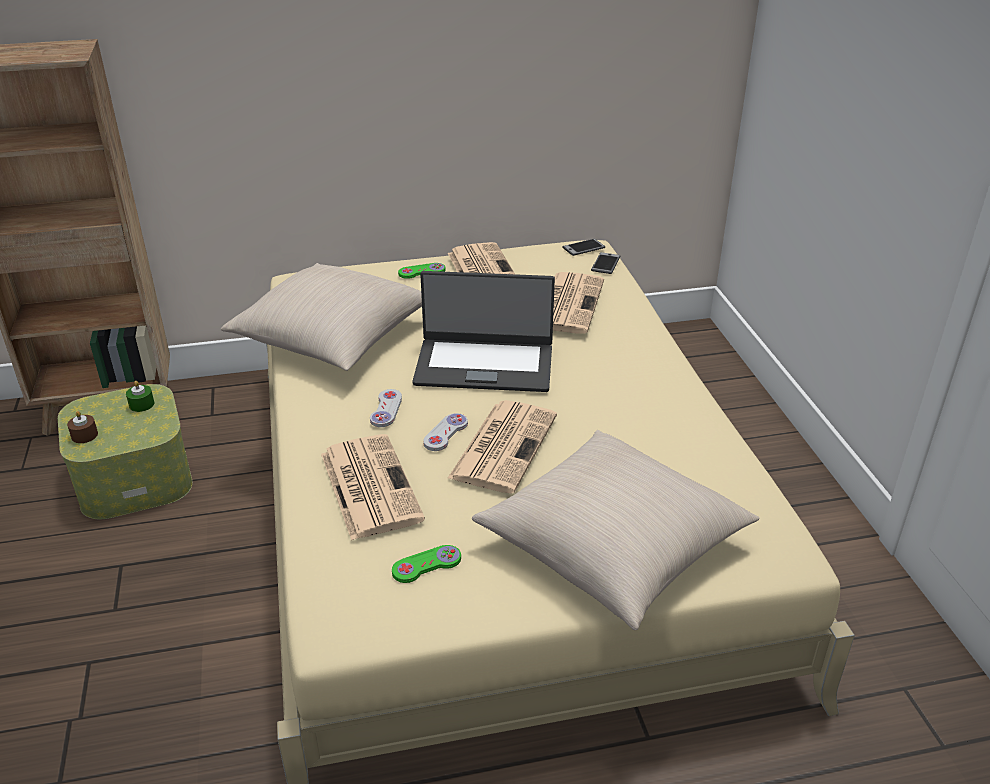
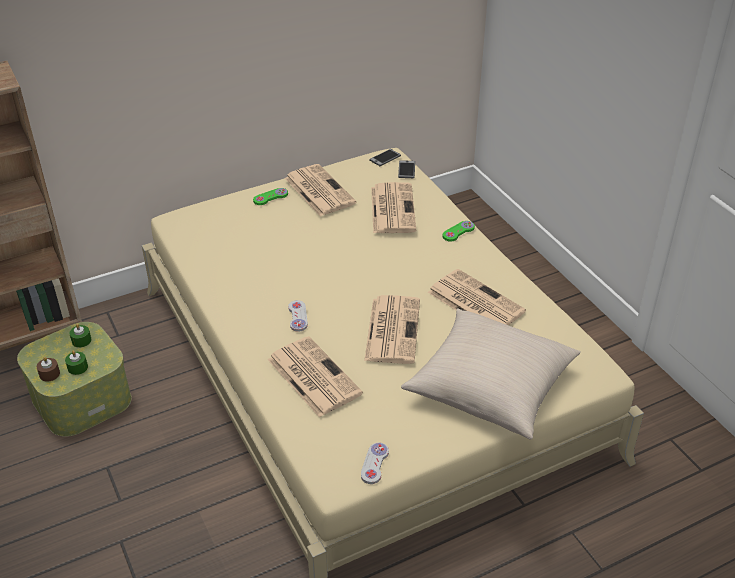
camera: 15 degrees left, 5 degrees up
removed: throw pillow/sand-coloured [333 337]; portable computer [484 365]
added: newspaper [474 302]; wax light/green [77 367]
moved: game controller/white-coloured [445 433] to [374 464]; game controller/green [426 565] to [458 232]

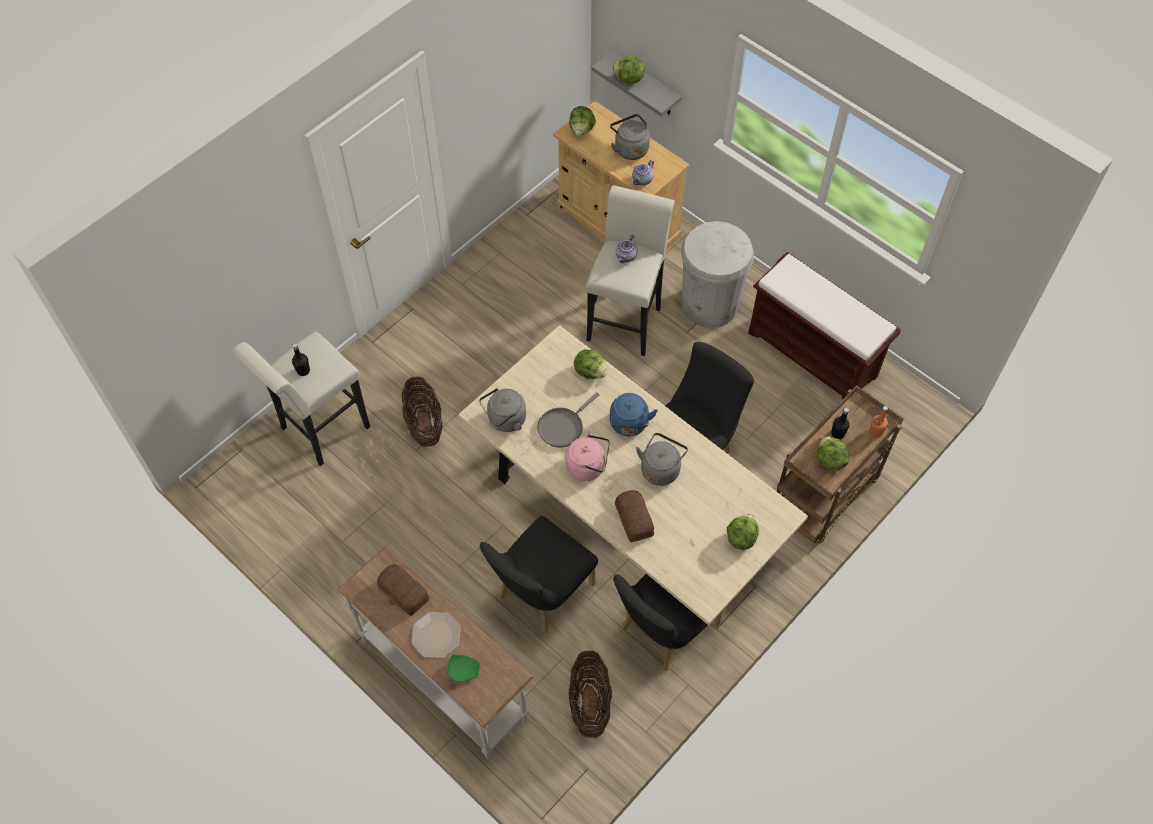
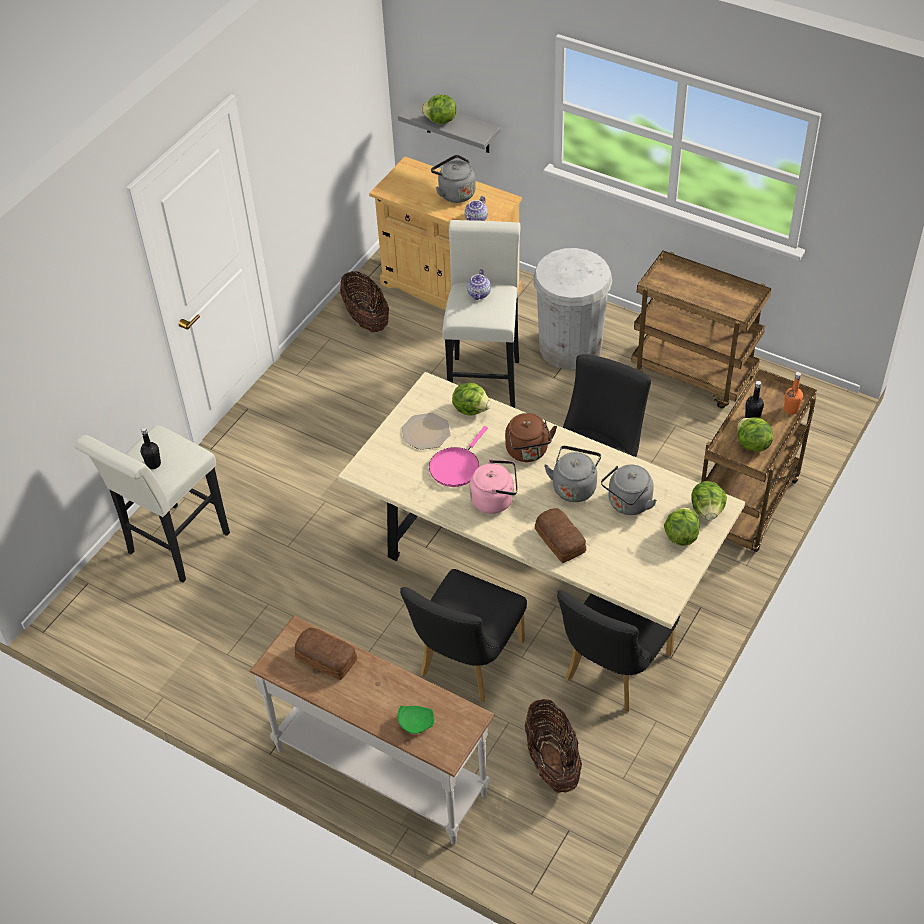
camera: 10 degrees left, 10 degrees down
moved: lettuce [582 129] to [707 510]; basket [424 424] to [366 319]; tea kettle/grey [505 420] to [628 504]; dinner plate [435 635] to [425 432]
replaced: bench/brown [813 355] to wheeled cart/brown [694 374]
recoloured: skillet/grey [562 427] to skillet/pink-coloured [456 467]; tea kettle/blue-coloured [629 425] to tea kettle/brown [528 452]

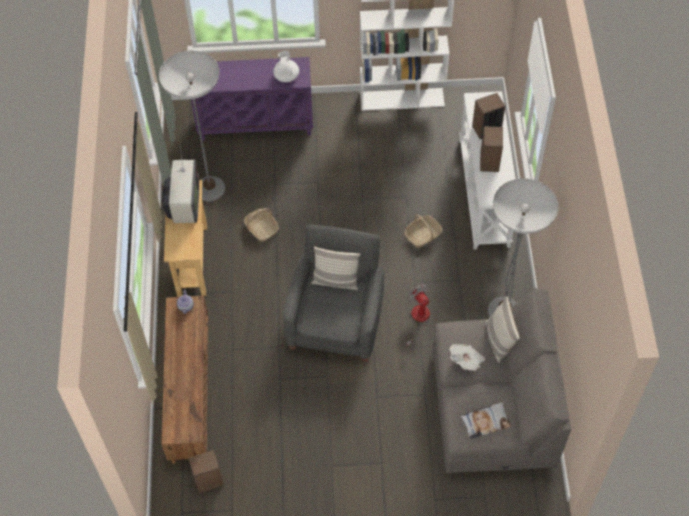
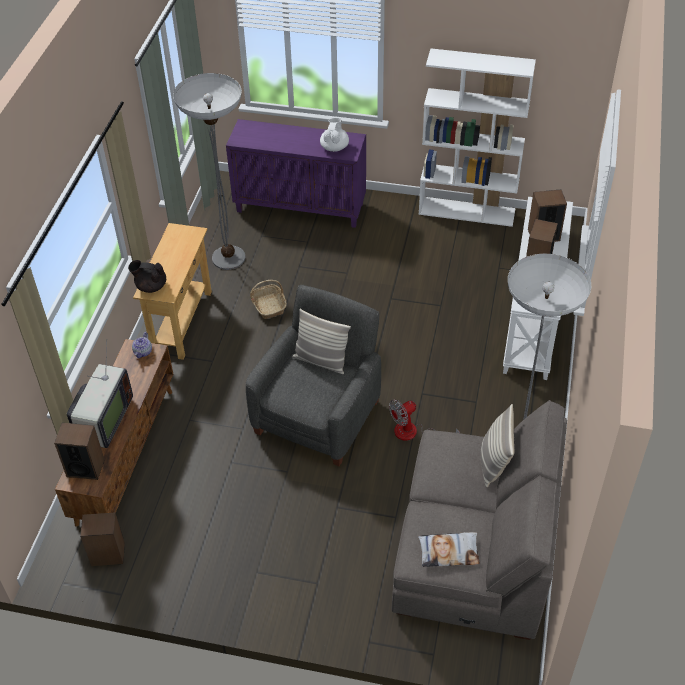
camera: 15 degrees right, 10 degrees down
removed: basket [423 235]; newspaper [466 361]
added: teapot/black-coloured [151 286]; loudspeaker [85 468]
moved: TV set [184 203] to [103 421]
turned: fan [418 319] = [414 434] 105 degrees counterclockwise

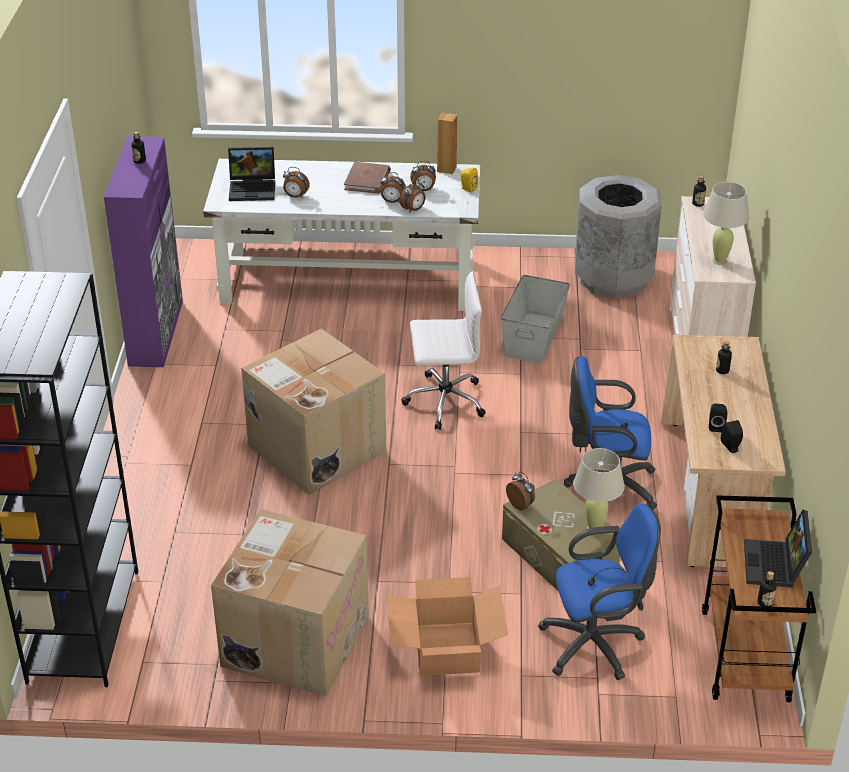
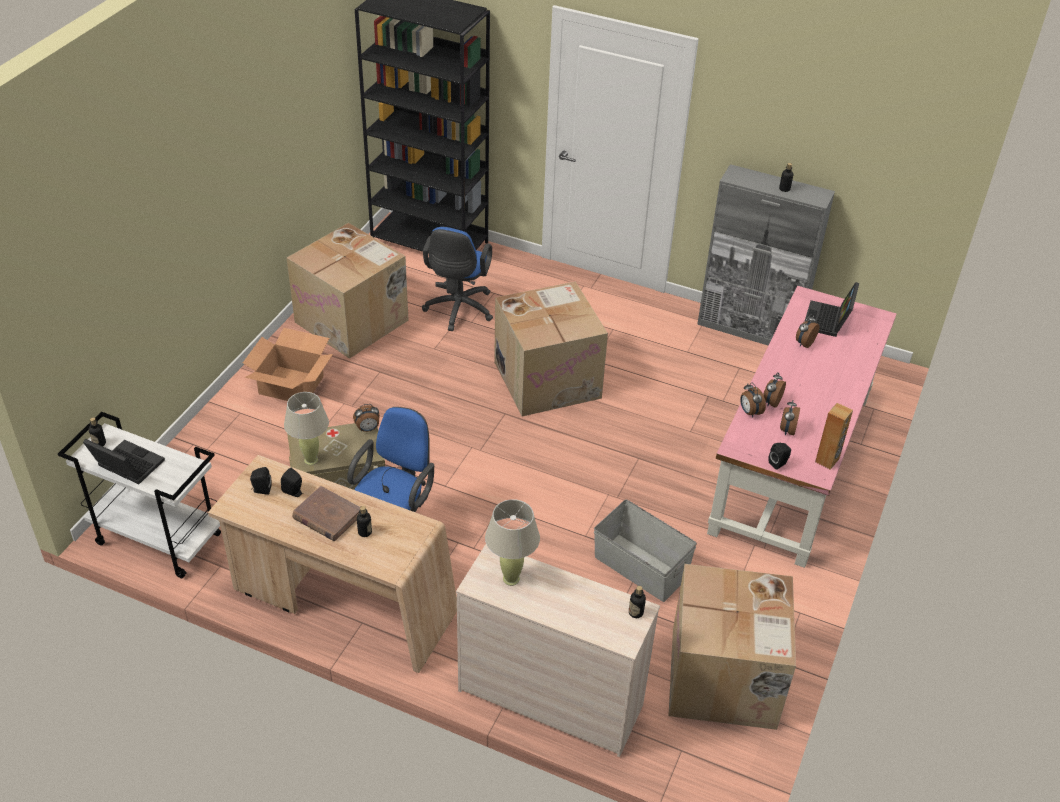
camera: 110 degrees right, 5 degrees up
removed: desk chair/white-coloured [443 401]
moved: book/brown [367 180] to [327 516]; desk chair/blue-coloured [597 644] to [458 311]
replaced: trash can/grey [613 278] to packing box [724 679]
recoloured: storage cabinet/purple [156 332] to storage cabinet/grey [749 329]; desk/white-coloured [349 281] to desk/pink-coloured [792 463]; loudspeaker/yellowish [467 188] to loudspeaker/black-coloured [779 463]; wheeled cart/brown [746 656] to wheeled cart/white-coloured [157 539]

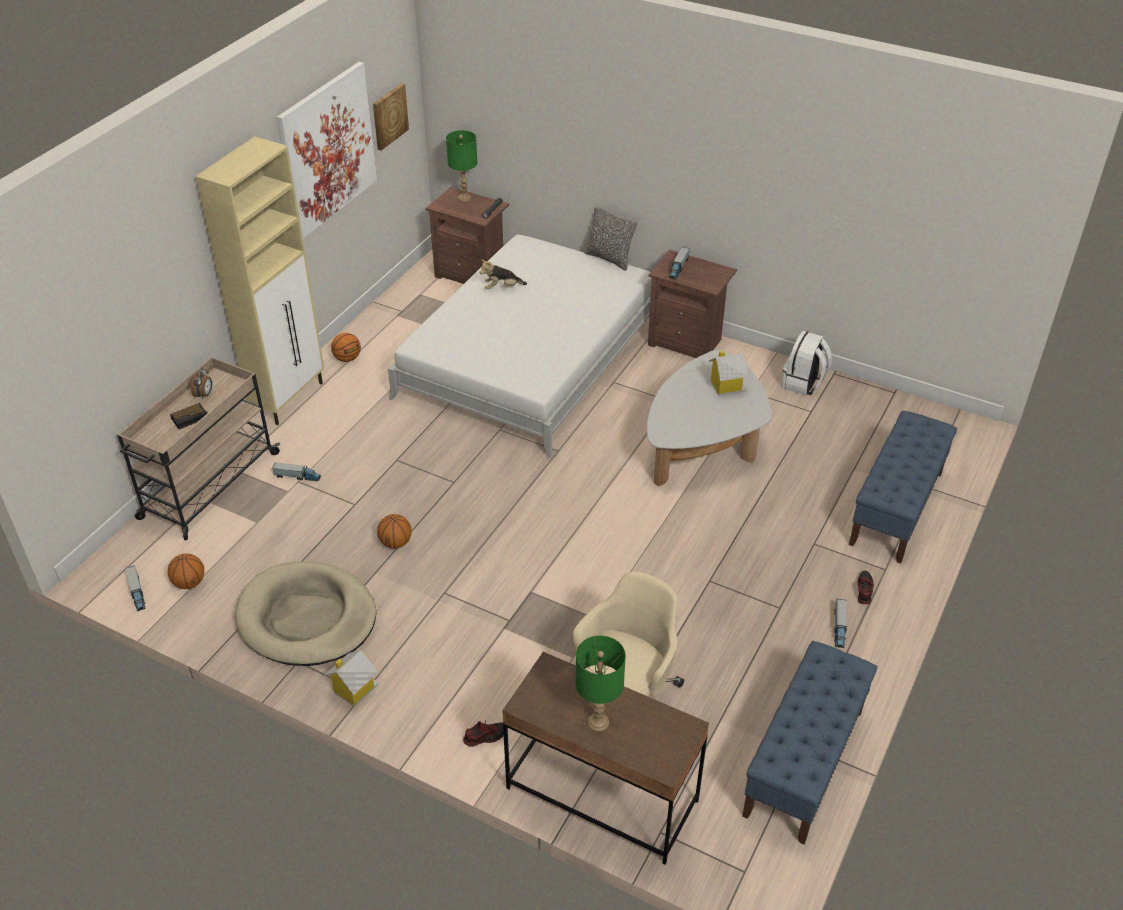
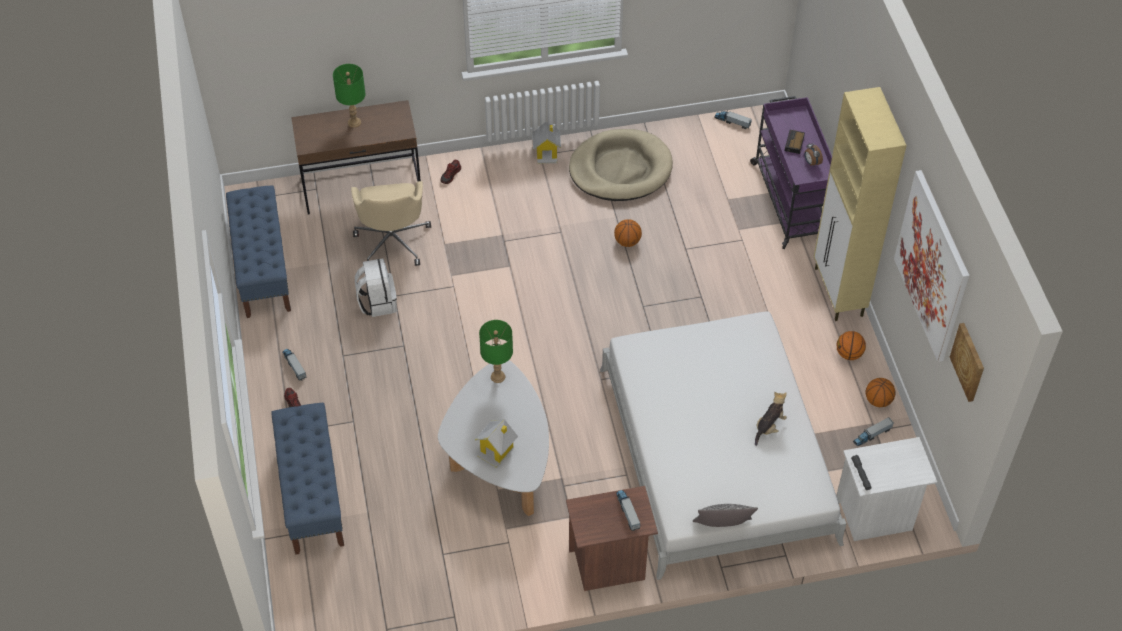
camera: 140 degrees right, 10 degrees up
moved: lamp for a table/green [464 198] to [498 377]; knapsack/white-coloured [803 383] to [377 302]; toy lorry [297 476] to [872 435]; ball for basketball [189 583] to [878 401]
recoloured: nightstand/brown [472 275] to nightstand/white-coloured [875 516]; wheeled cart/sand-coloured [208 486] to wheeled cart/purple [790 200]

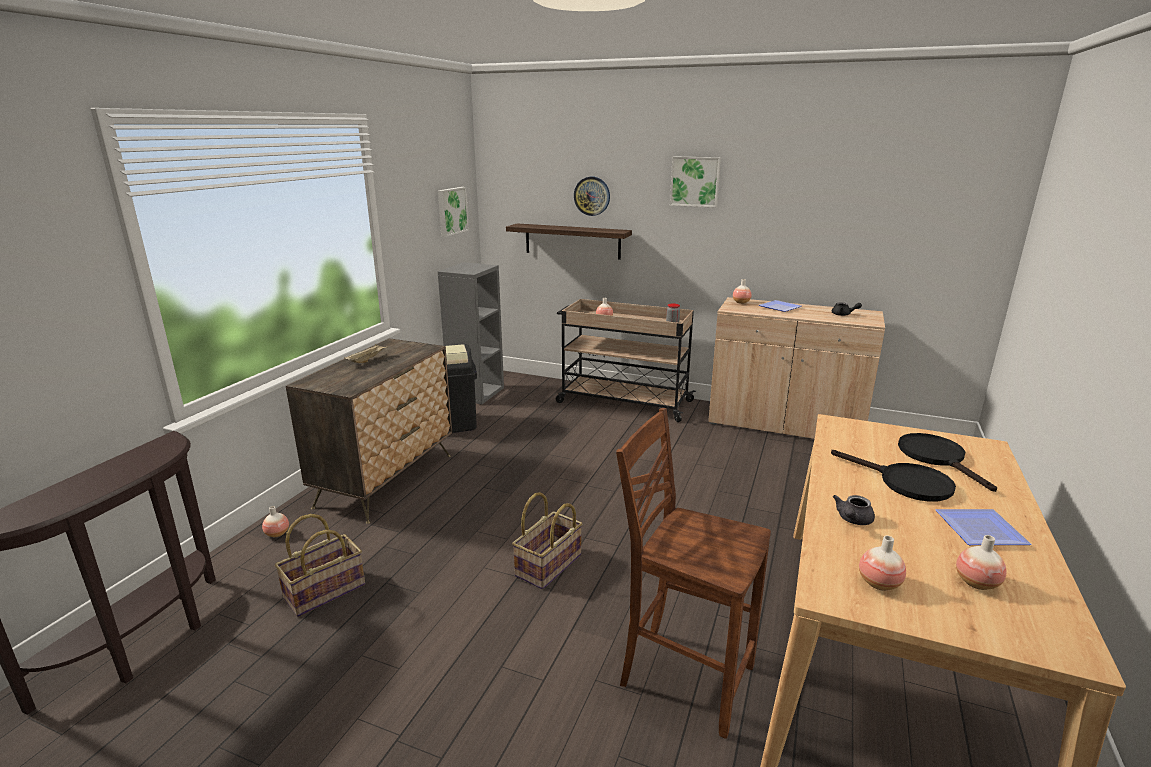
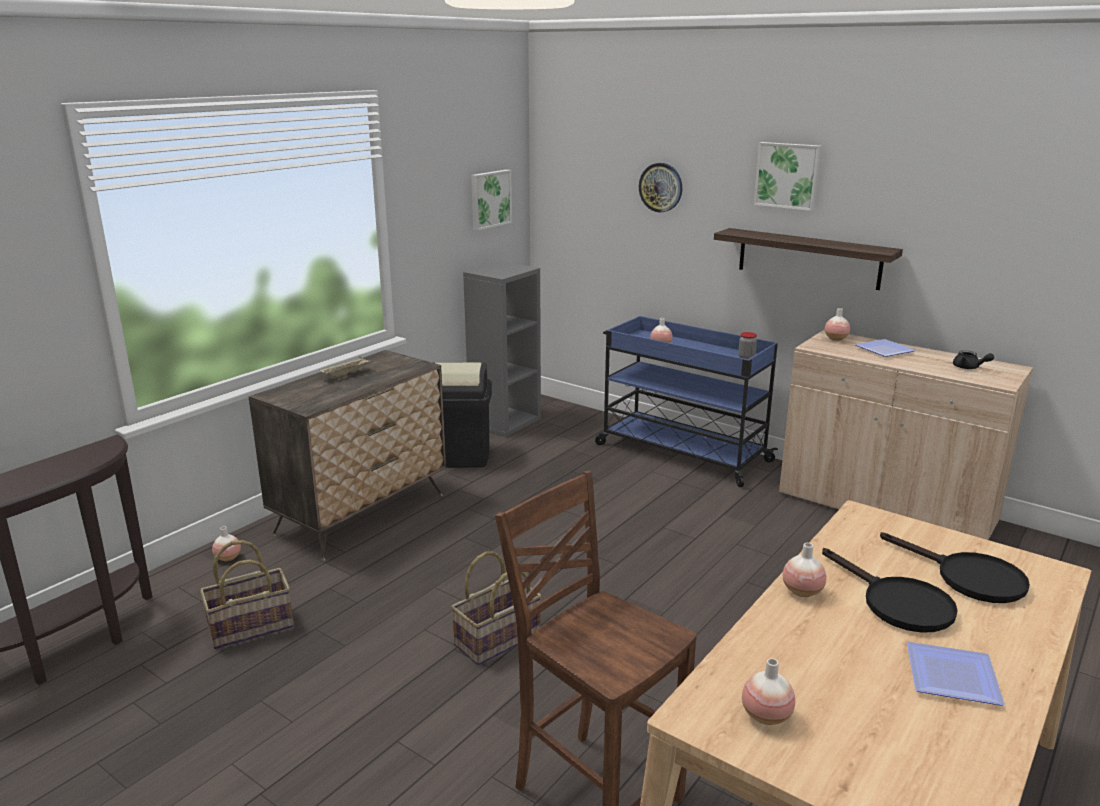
camera: 15 degrees right, 0 degrees up
removed: teapot/grey [852 520]
moved: wall shelf [572 241] to [808 258]; decorative vase [976 583] to [802 591]
recoloured: wheeled cart/sand-coloured [623 401] to wheeled cart/blue-coloured [680 452]
turned: skillet/black-coloured [937 458] = [968 577] 135 degrees clockwise

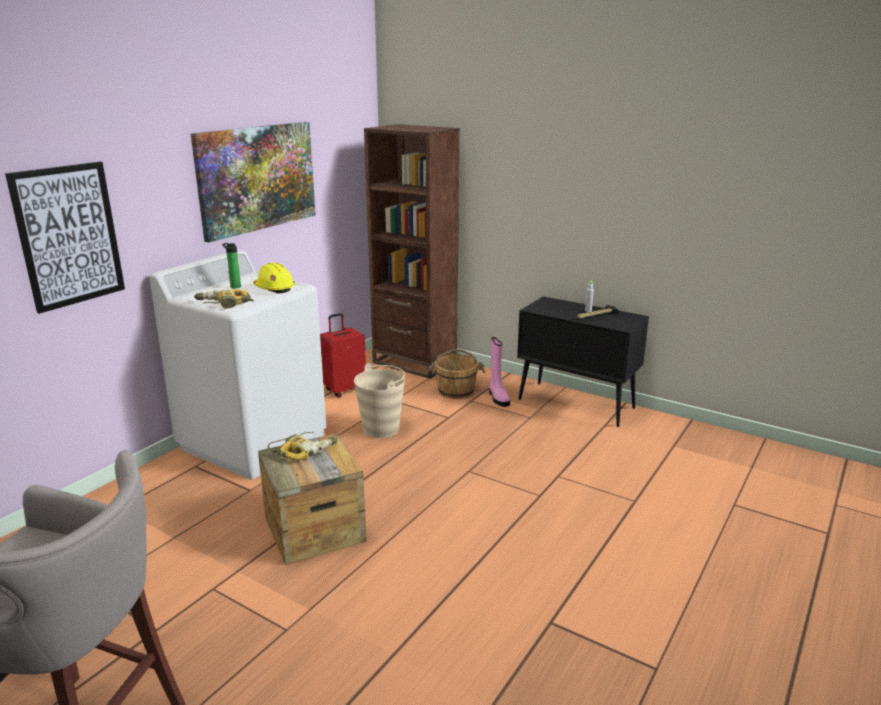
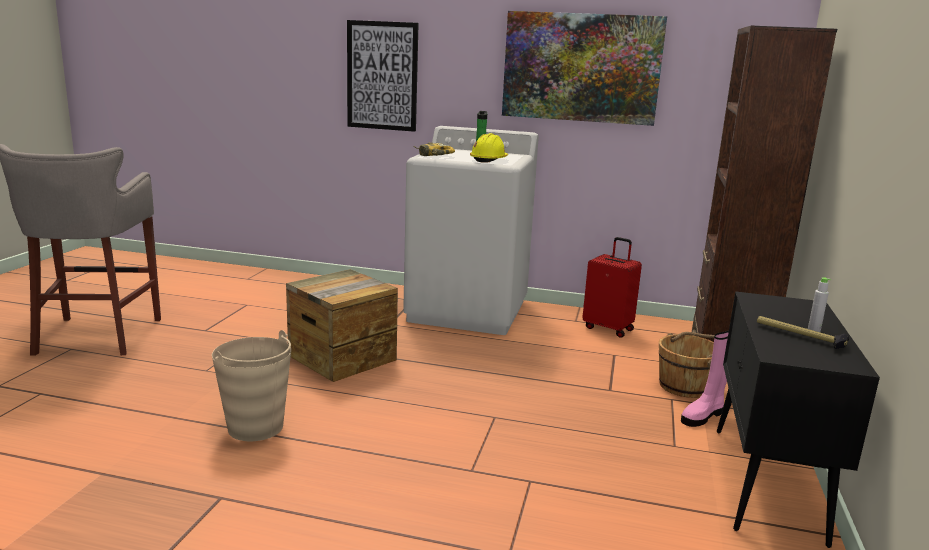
camera: 70 degrees right, 5 degrees down
removed: drill [304 450]
moved: pail/sand-coloured [381 429] to [256 427]

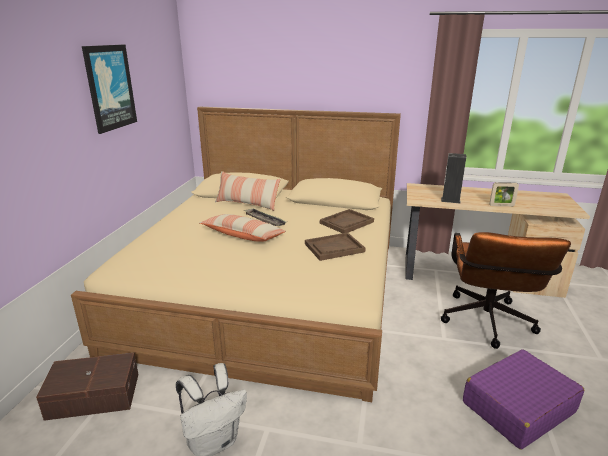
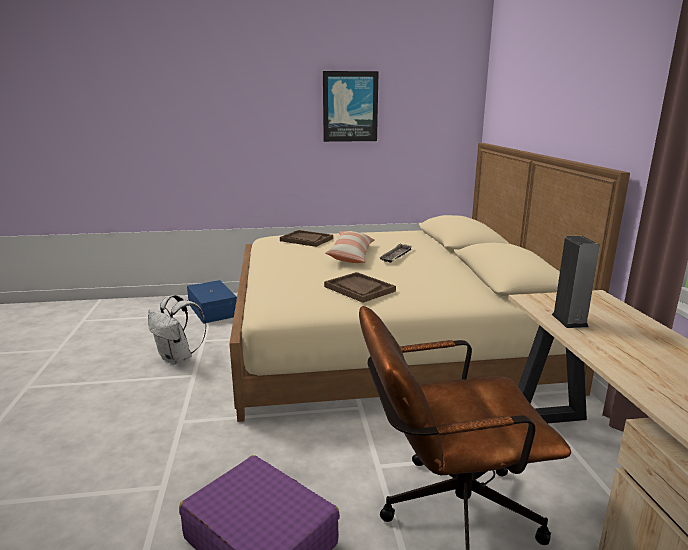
camera: 70 degrees right, 5 degrees down
removed: throw pillow [247 204]; picture frame [501 206]
moved: carrying tray/brown [346 222] to [306 240]
recoloured: storage bin/brown [93 395] to storage bin/blue-coloured [213 309]

